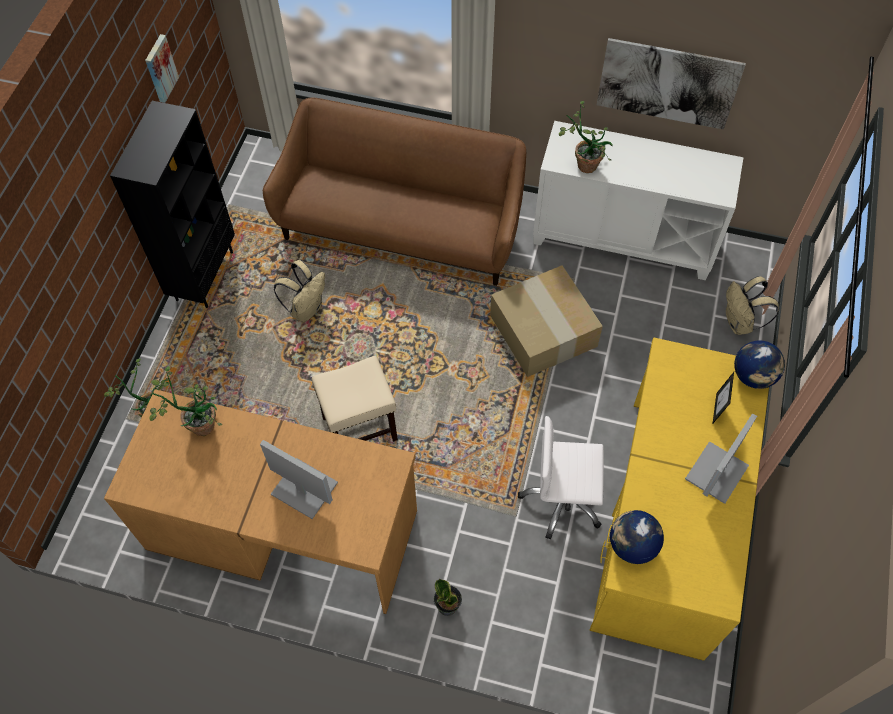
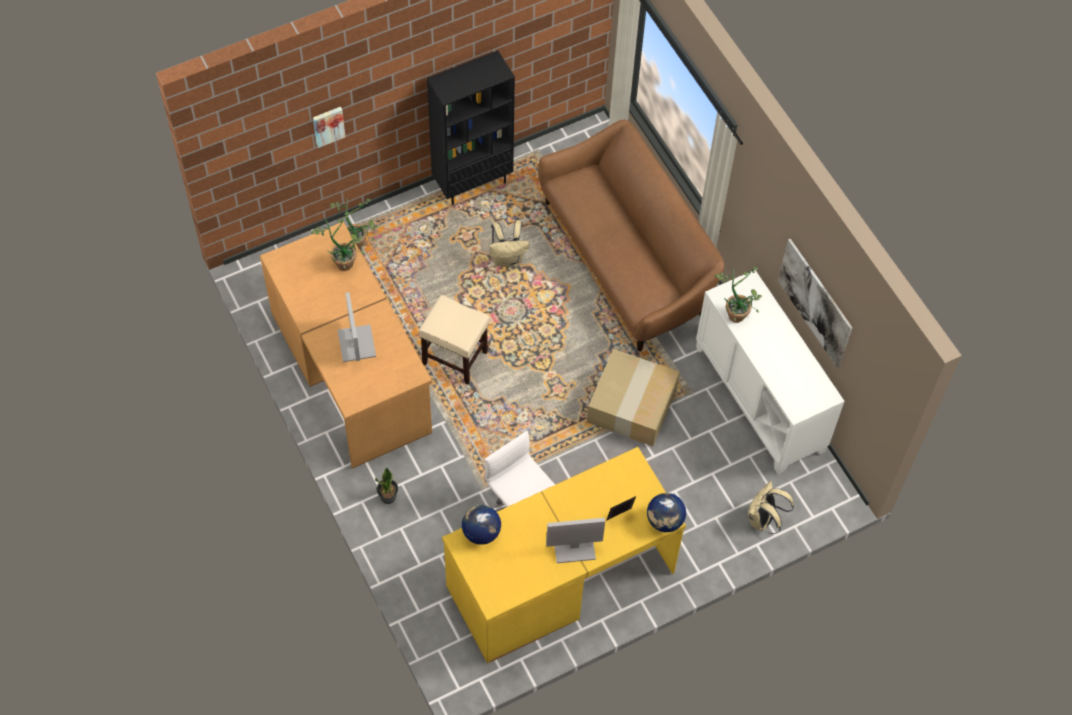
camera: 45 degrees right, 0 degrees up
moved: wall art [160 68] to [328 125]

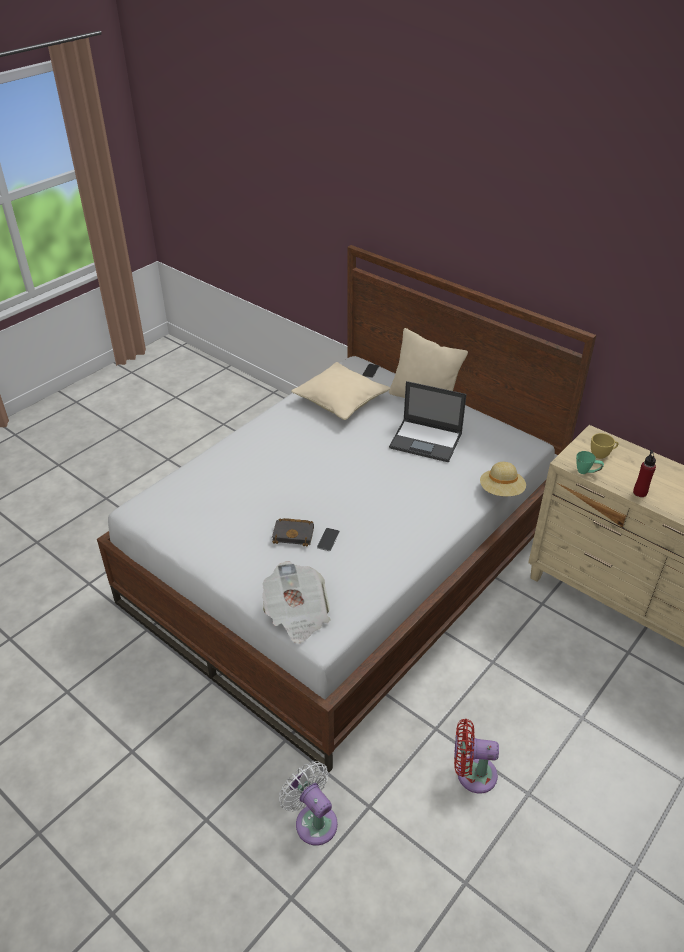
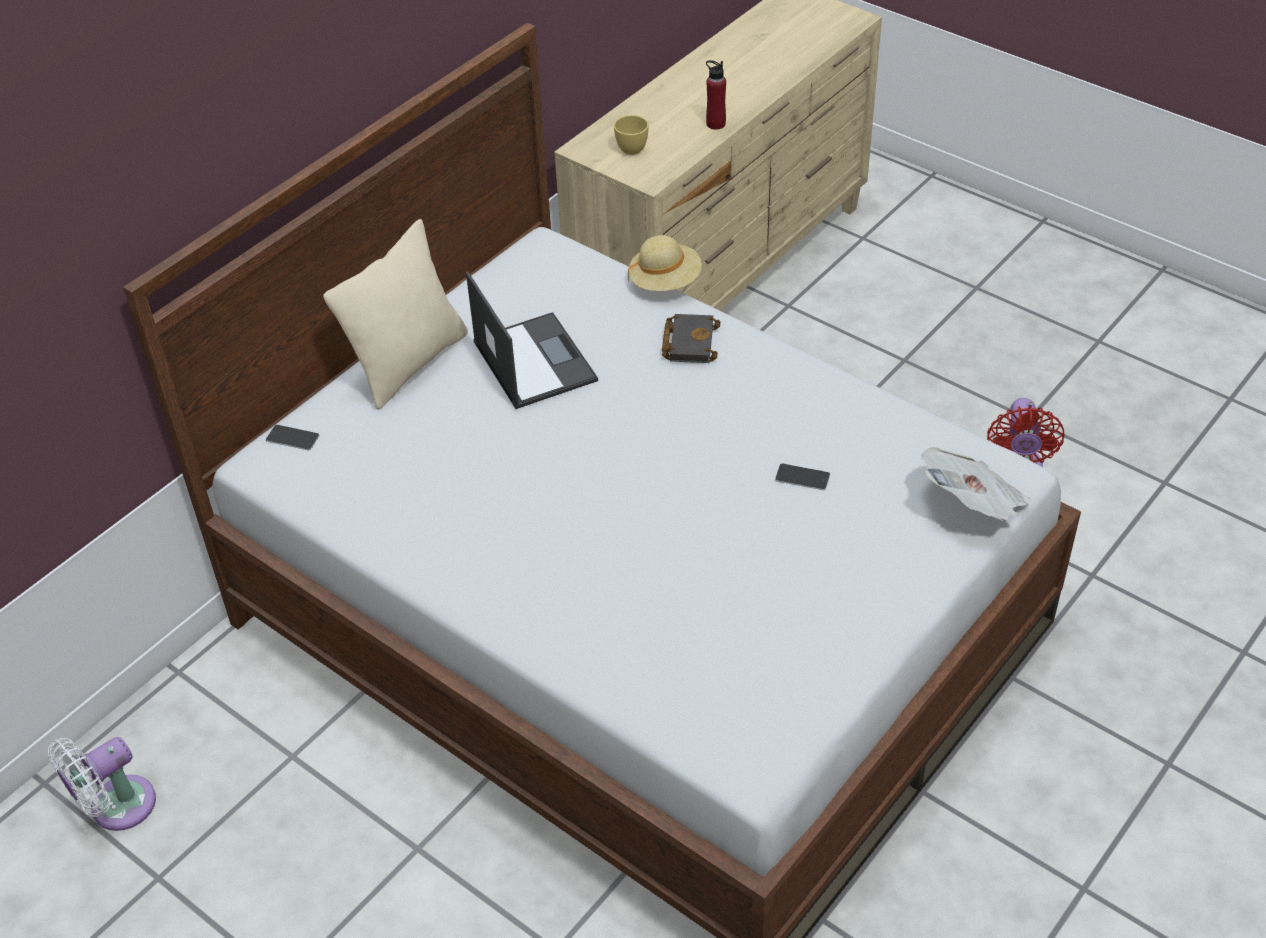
camera: 90 degrees left, 5 degrees up
removed: throw pillow/sand-coloured [340 400]; coffee mug/green [587 472]
moved: book/black-coloured [294 534] to [688 342]; fan/white-coloured [313 820] to [116 807]
turned: portable computer [426 441] = [533 360] 45 degrees counterclockwise

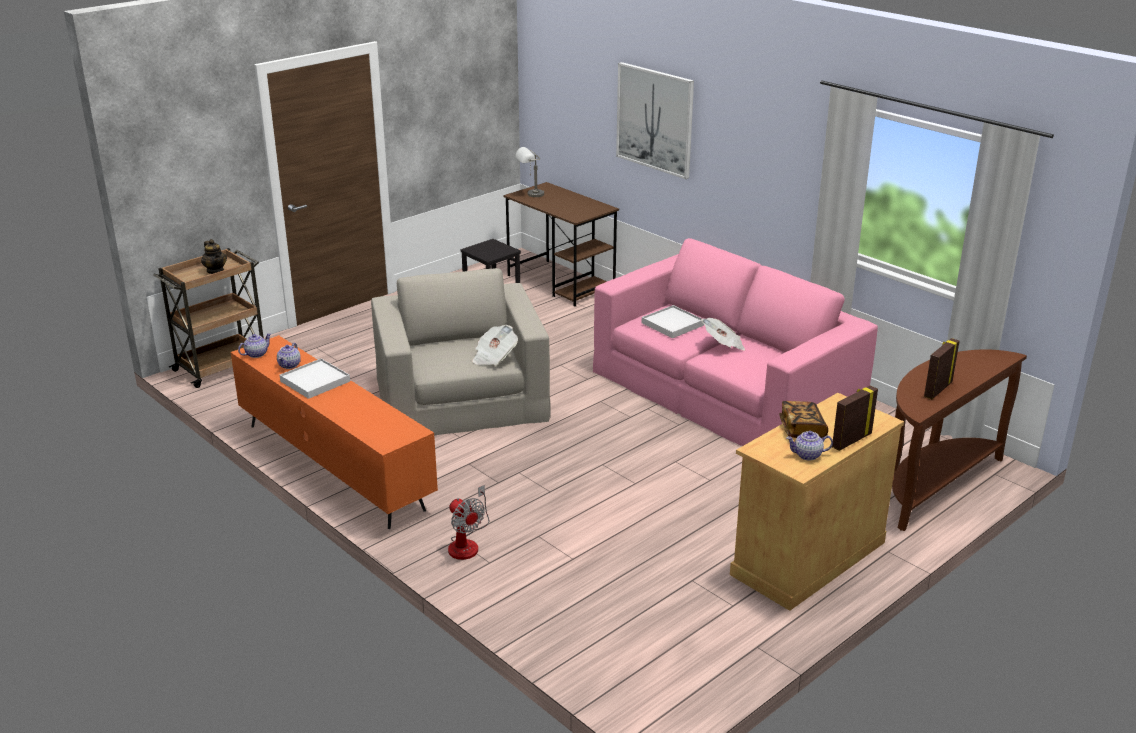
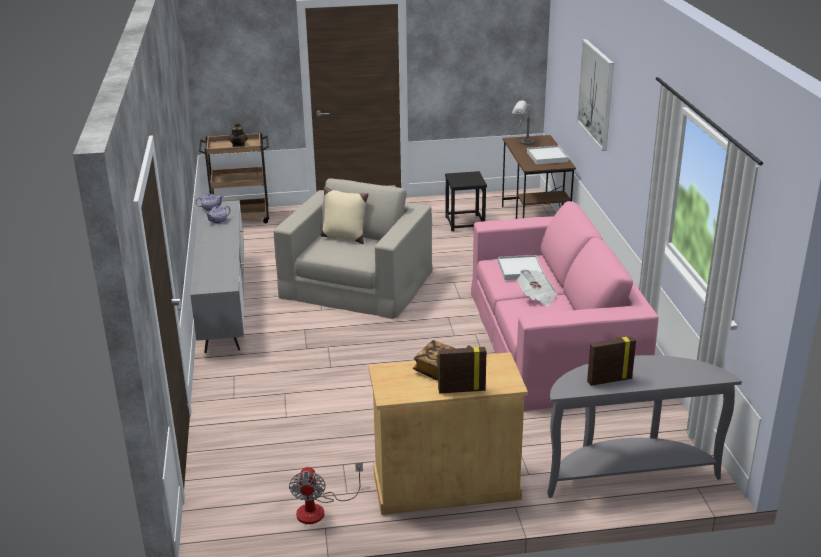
camera: 35 degrees right, 0 degrees up
removed: newspaper [494 357]; teapot [808 455]
added: throw pillow/sand-coloured [344 237]
moved: carrying tray/white-coloured [315 381] to [547 157]; fan [467 543] to [319 509]
recoloured: media console/orange-coloured [335 466] to media console/grey [224 302]; narrow table/brown [932 484] to narrow table/grey [627 473]

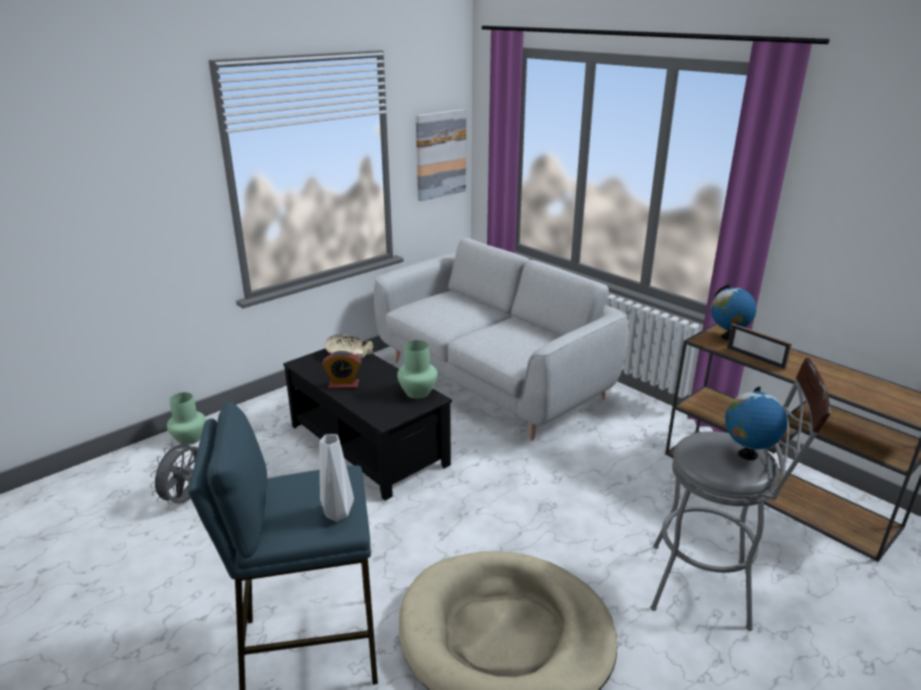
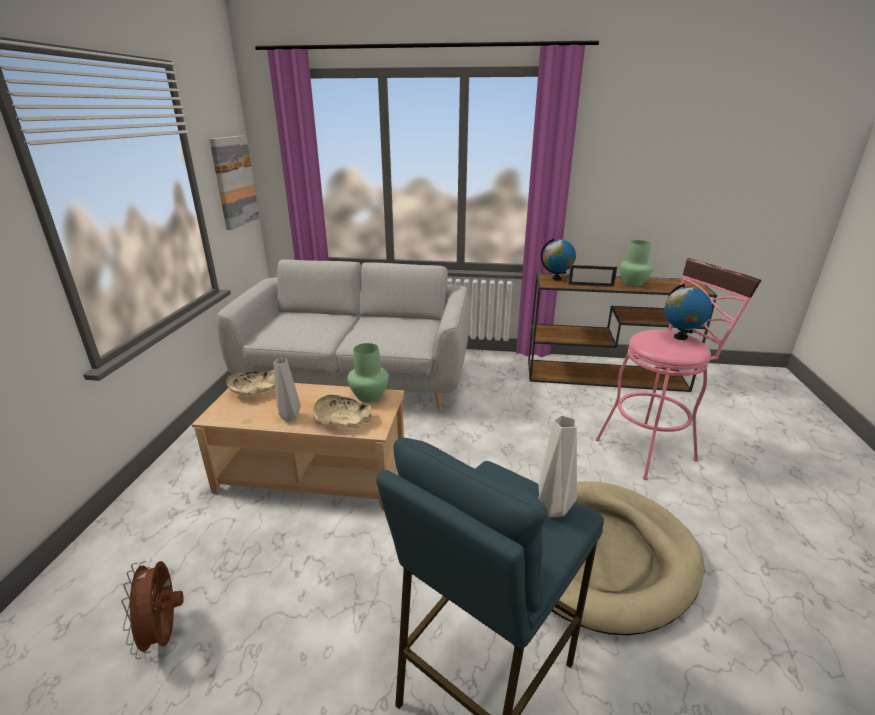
camera: 40 degrees left, 0 degrees up
added: bowl/sand-coloured [342 420]
moved: decorative vase/green [189 439] to [632 283]
replaced: table clock [343 385] to decorative vase/grey [290 417]
recoloured: lounge table/black-coloured [369 444] to lounge table/sand-coloured [314 471]; stool/grey [710 586] to stool/pink-coloured [651 447]; fan/grey [187 499] to fan/brown [164 633]

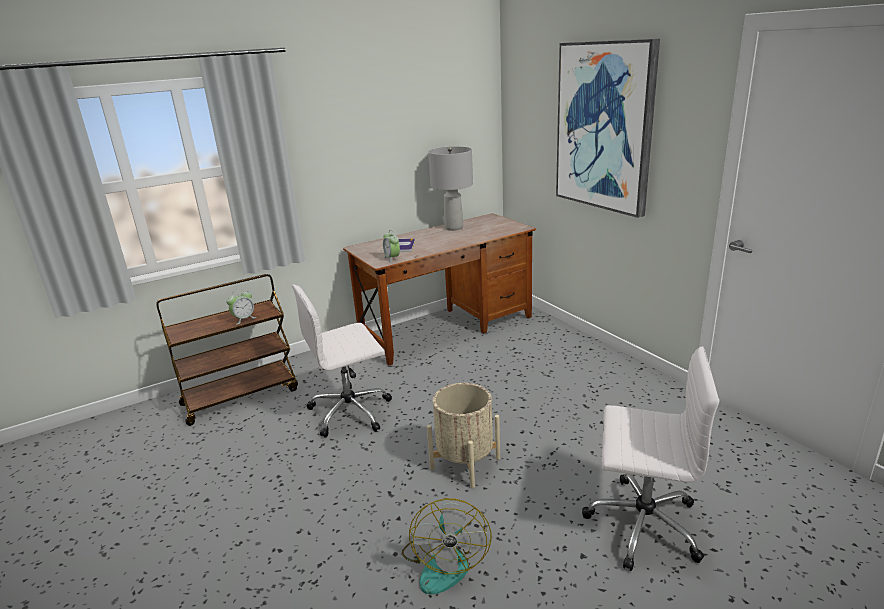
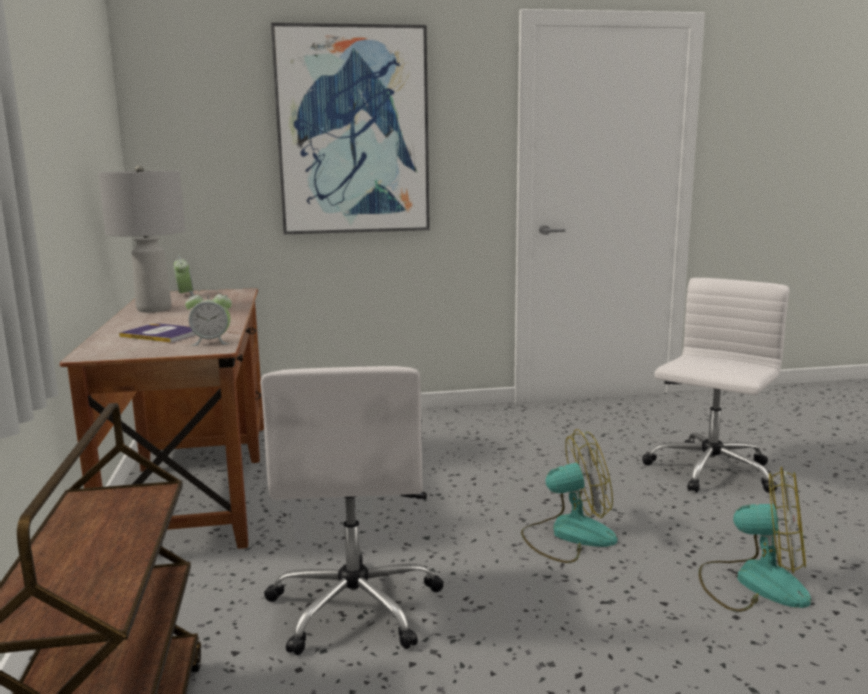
camera: 70 degrees left, 10 degrees down
moved: table clock [244 319] to [185 295]
replaced: flower pot/sand-coloured [465 463] to fan [568 535]

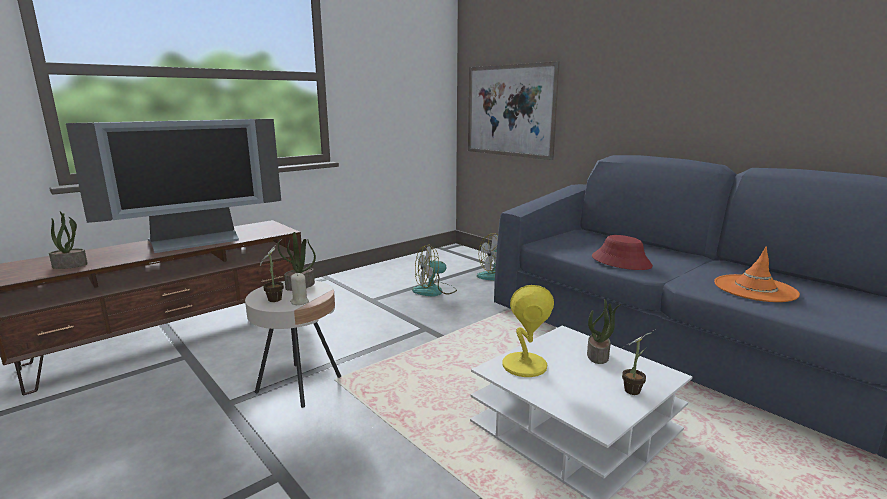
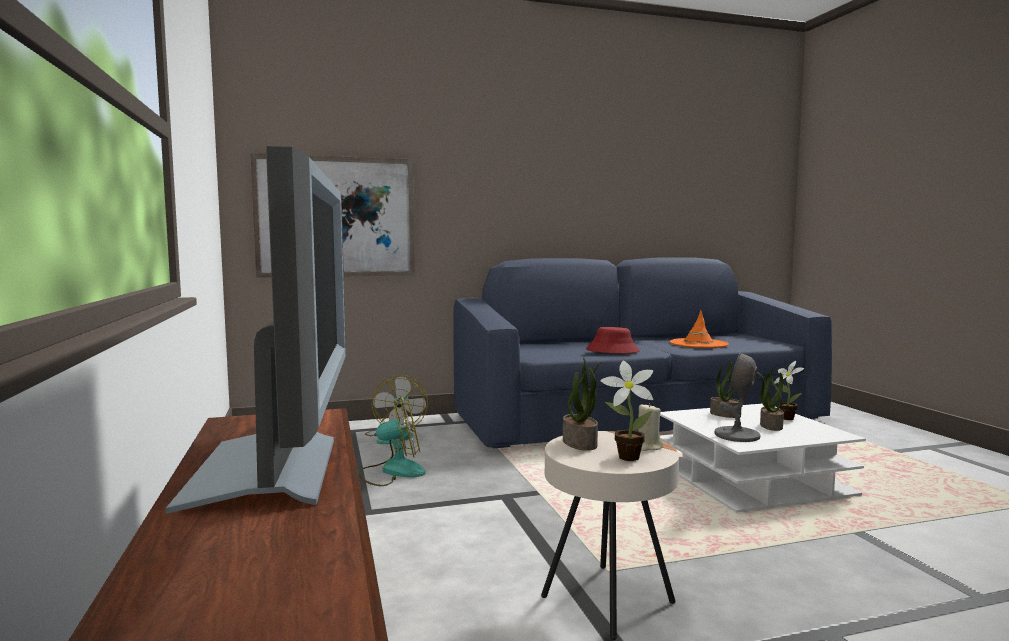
camera: 65 degrees left, 10 degrees down
moved: plant in a pot [70 265] to [770 426]
recoloured: lamp for a table/yellowish [524 365] to lamp for a table/grey [737 435]
turned: fan [434 291] = [392 471] 105 degrees counterclockwise

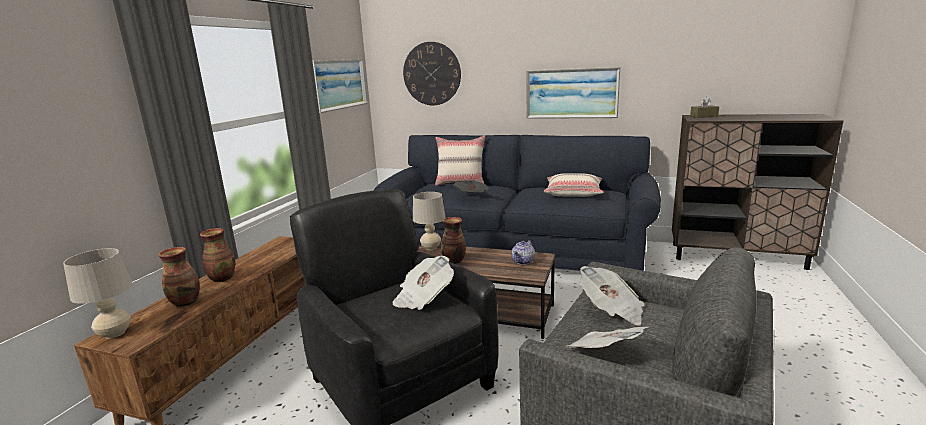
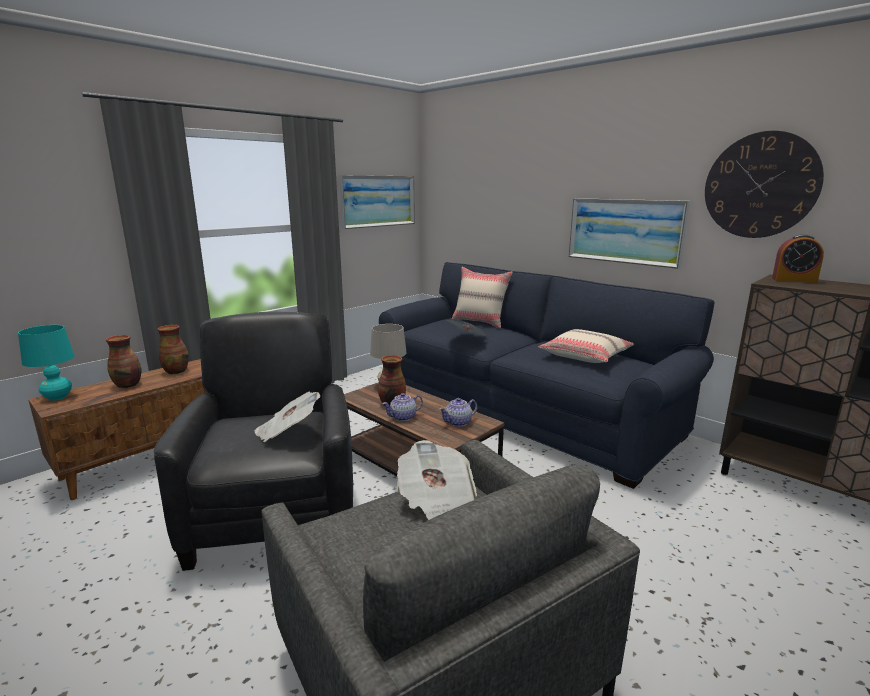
camera: 25 degrees right, 0 degrees up
removed: newspaper [604 355]
added: teapot [403 417]
moved: clock on the wall [432 74] to [760 185]
replaced: box of tissues/brown [704 116] to table clock [794 280]
recoloured: lamp for a table/sand-coloured [115 333] to lamp for a table/turquoise-coloured [58 397]

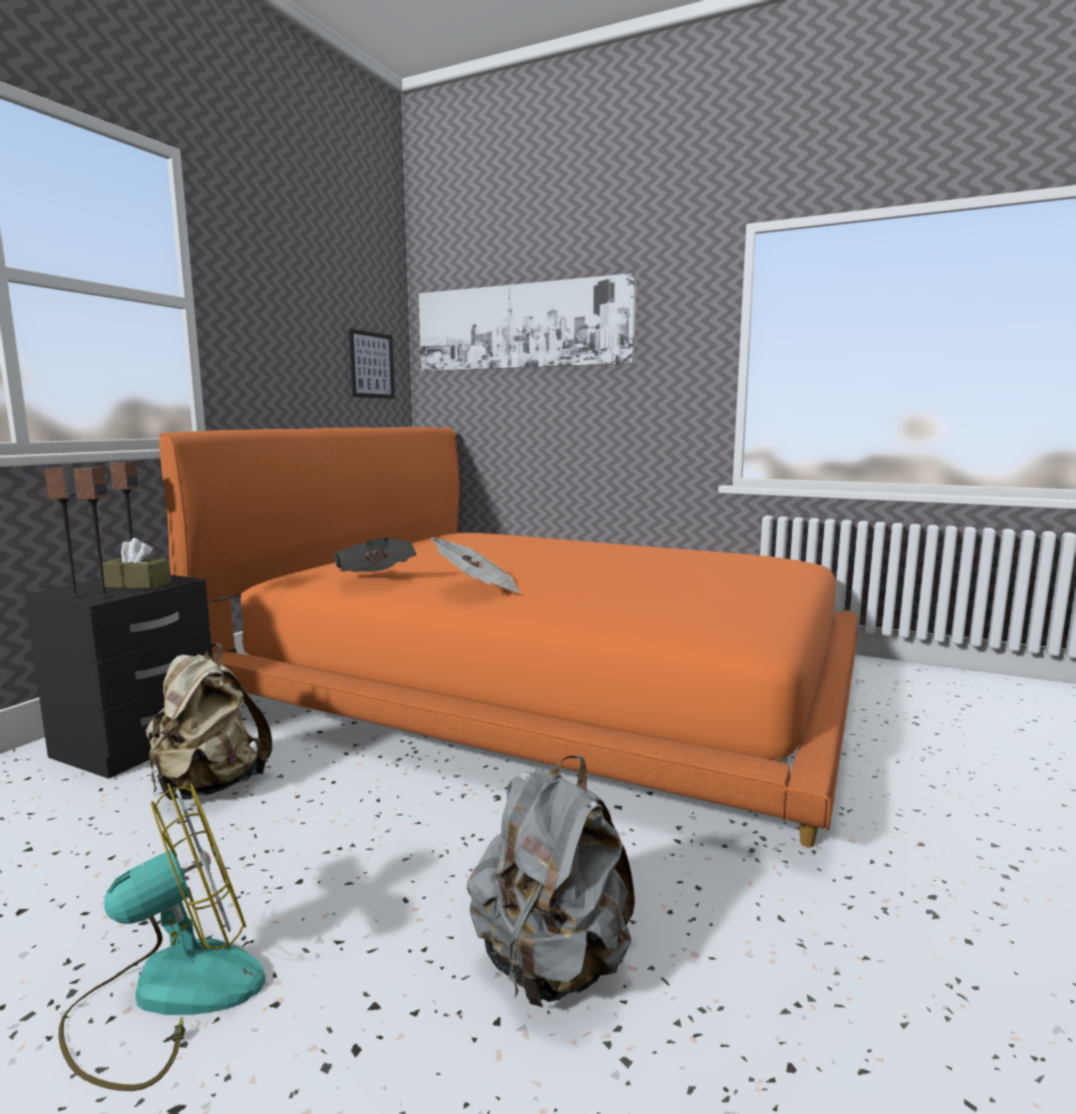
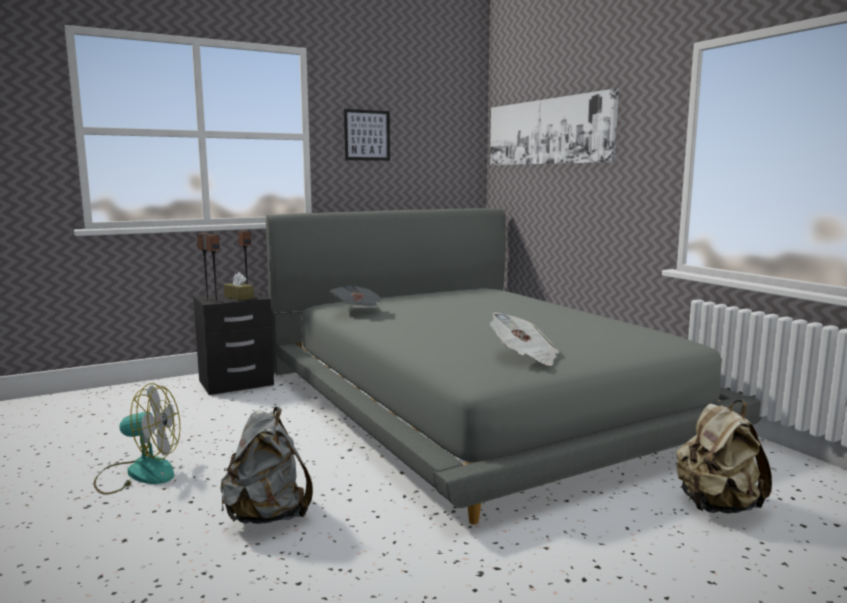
camera: 35 degrees right, 0 degrees up
moved: wall art [371 365] to [367 135]; newspaper [478 589] to [524 357]; knapsack/sand-coloured [208 786] to [717 506]
recoloured: sleeping bed/orange-coloured [546 680] to sleeping bed/grey [477 401]

